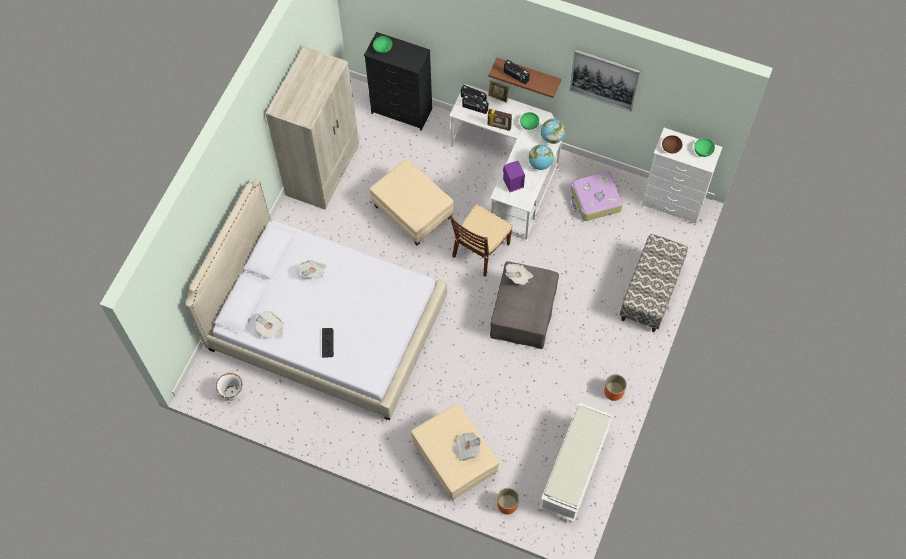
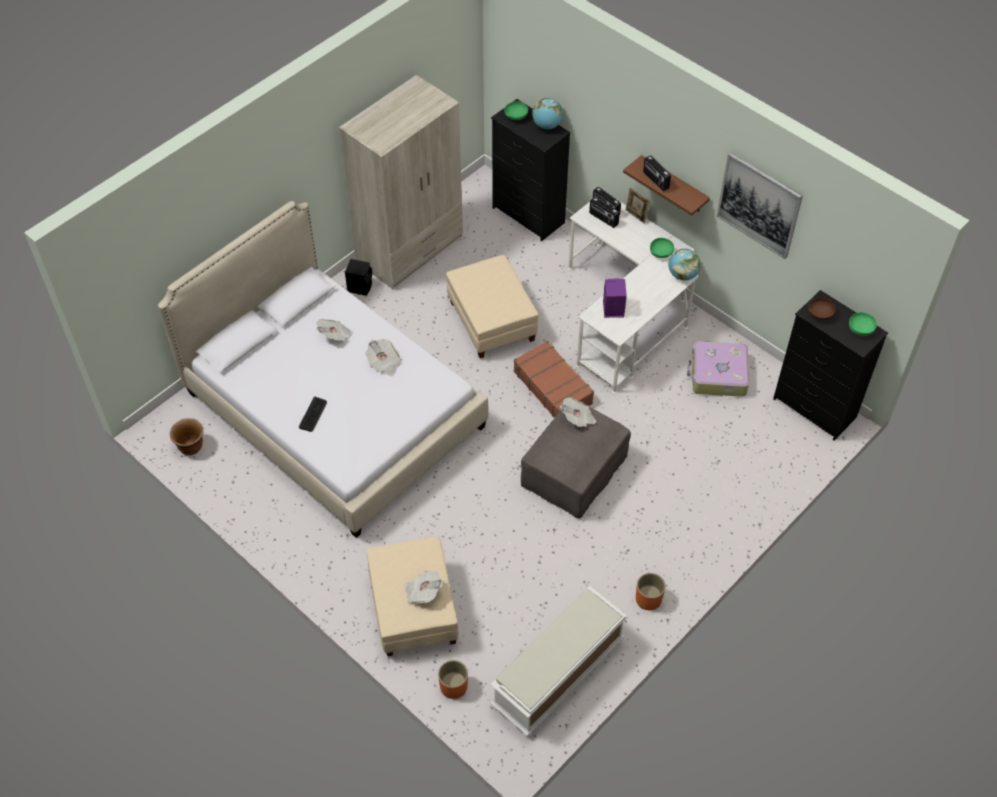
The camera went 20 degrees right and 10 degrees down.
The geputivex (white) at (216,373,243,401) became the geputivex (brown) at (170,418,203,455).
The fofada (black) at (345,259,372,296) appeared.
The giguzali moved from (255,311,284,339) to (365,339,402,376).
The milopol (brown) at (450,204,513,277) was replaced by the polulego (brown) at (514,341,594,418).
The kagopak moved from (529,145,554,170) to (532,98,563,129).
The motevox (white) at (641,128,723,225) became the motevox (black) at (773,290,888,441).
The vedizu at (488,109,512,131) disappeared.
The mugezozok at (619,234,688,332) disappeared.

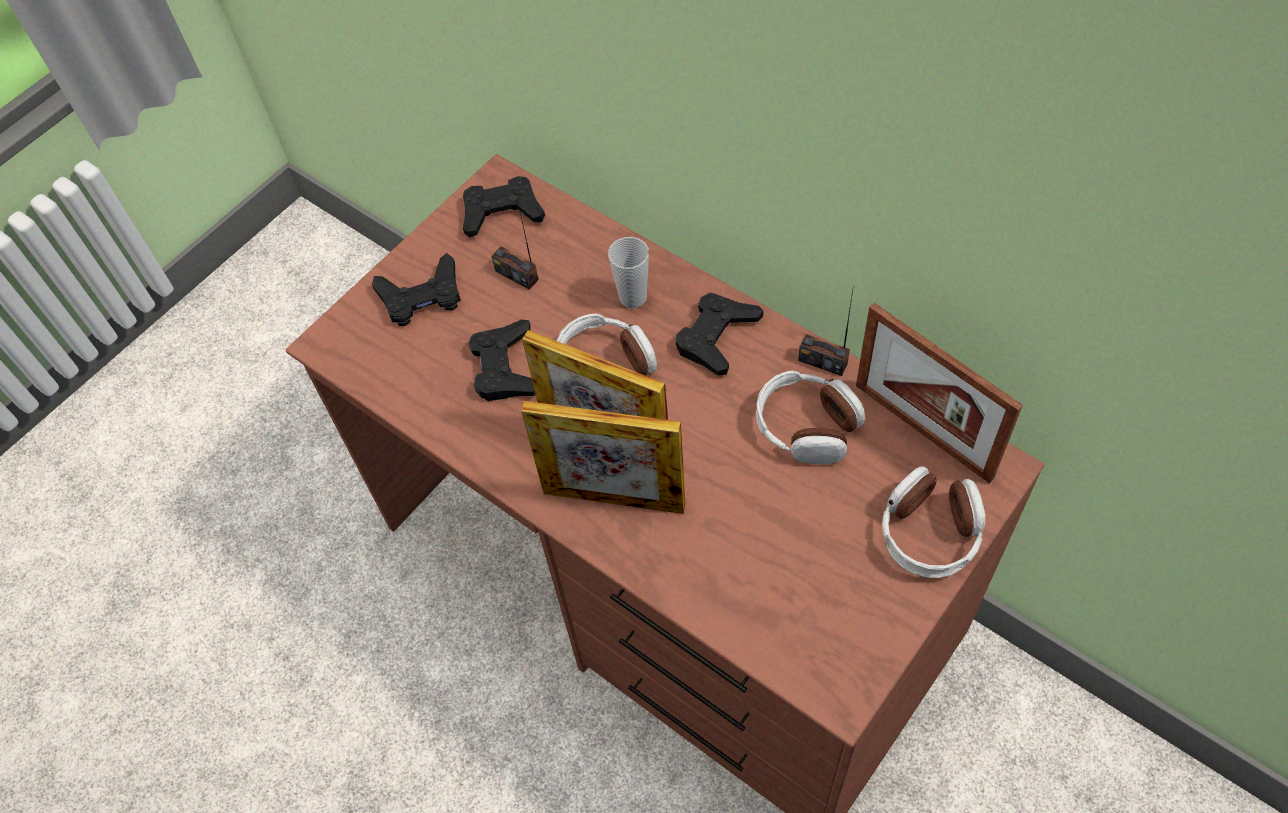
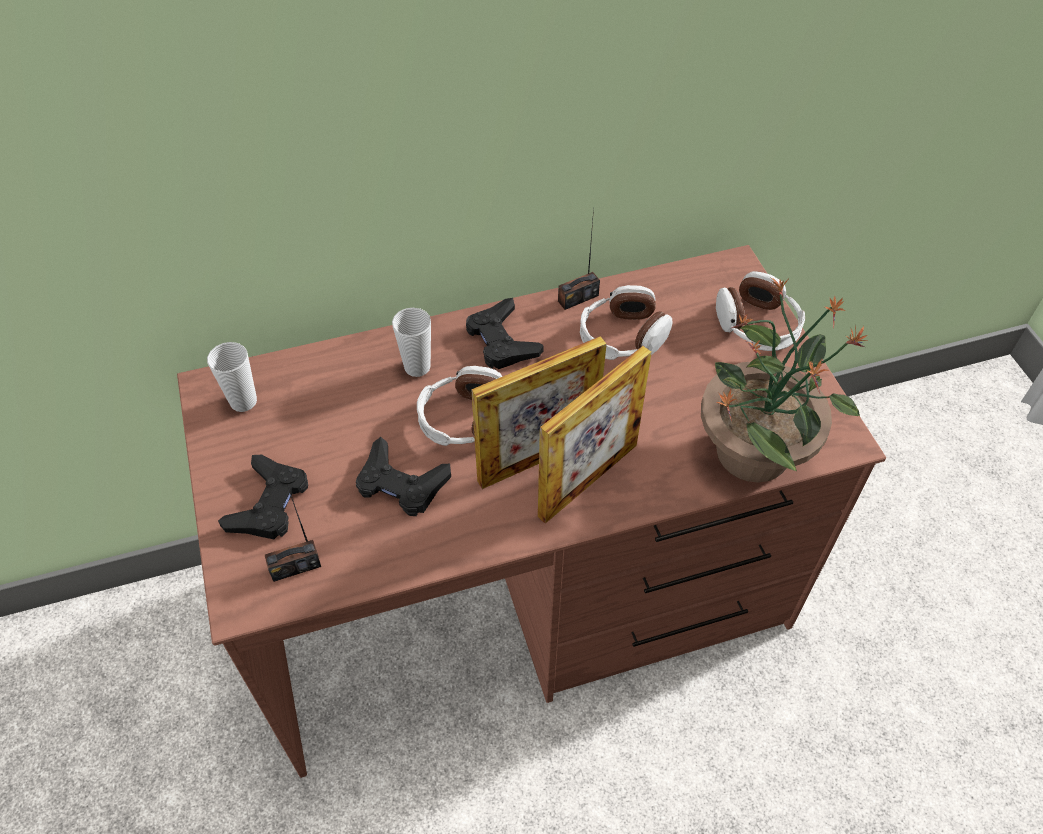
The camera went 60 degrees left and 5 degrees down.
The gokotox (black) at (463,176,545,238) was replaced by the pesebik at (207,342,257,412).
The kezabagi moved from (492,199,539,290) to (265,485,321,582).
The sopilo at (701,278,868,482) appeared.
The vedizu at (856,303,1023,484) disappeared.

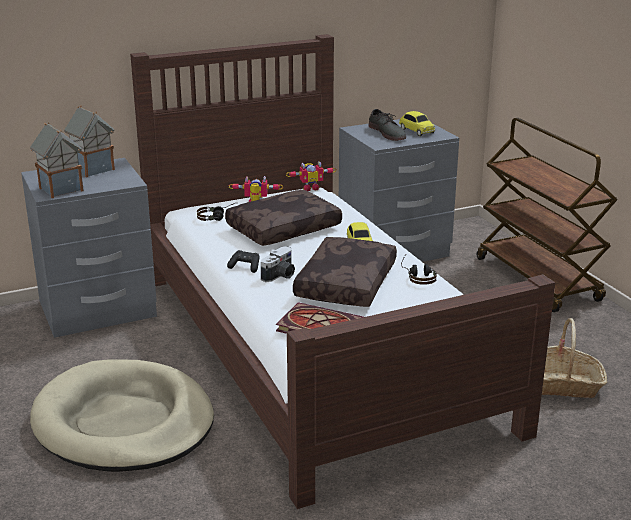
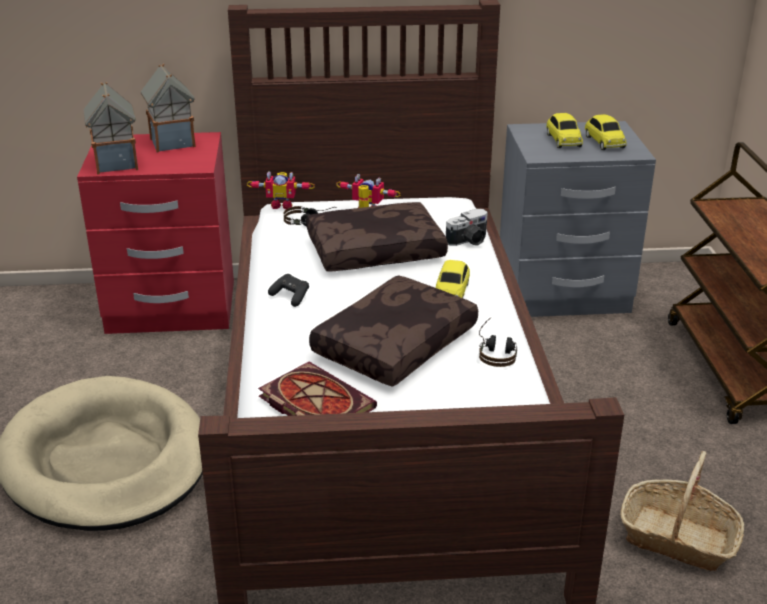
The camera went 20 degrees right and 5 degrees up.
The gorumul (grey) at (21,158,157,338) became the gorumul (red) at (77,132,234,334).
The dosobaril moved from (286,161,336,191) to (246,171,315,209).
The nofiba moved from (261,246,295,282) to (446,209,488,246).
The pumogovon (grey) at (369,109,406,141) was replaced by the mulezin at (546,113,583,148).

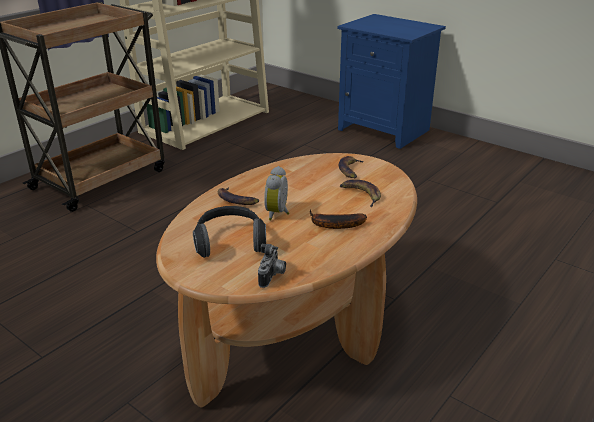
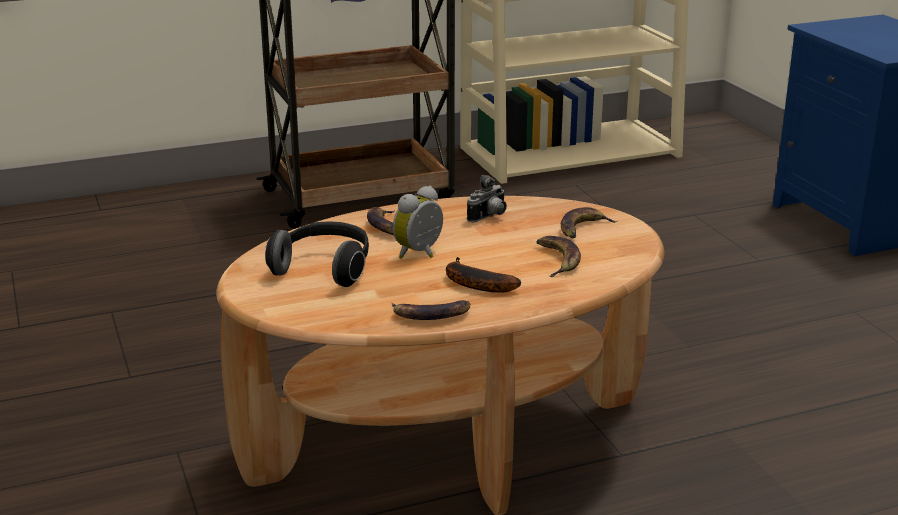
The camera went 30 degrees right and 5 degrees down.
The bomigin at (392,300,470,320) appeared.
The nofiba moved from (258,244,286,288) to (467,175,507,222).

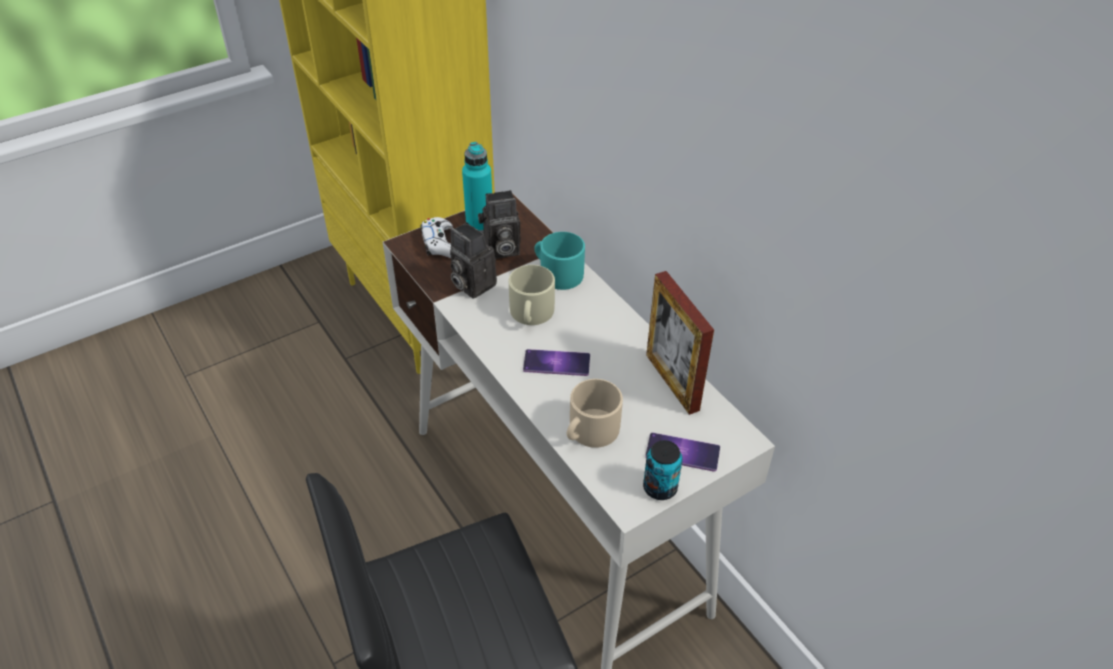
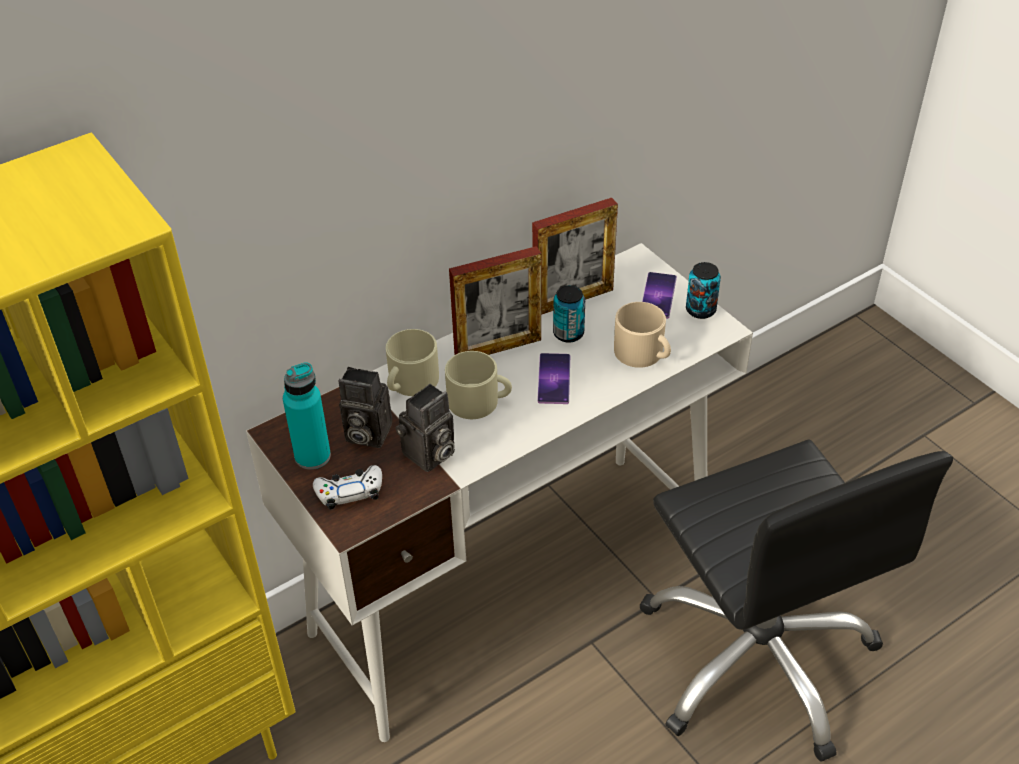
The camera went 90 degrees left and 0 degrees up.
The nofiba at (478,190,521,259) turned 120 degrees clockwise.
The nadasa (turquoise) at (534,232,585,290) became the nadasa (beige) at (386,329,439,396).
The vedizu at (449,246,541,355) appeared.
The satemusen at (553,285,585,343) appeared.

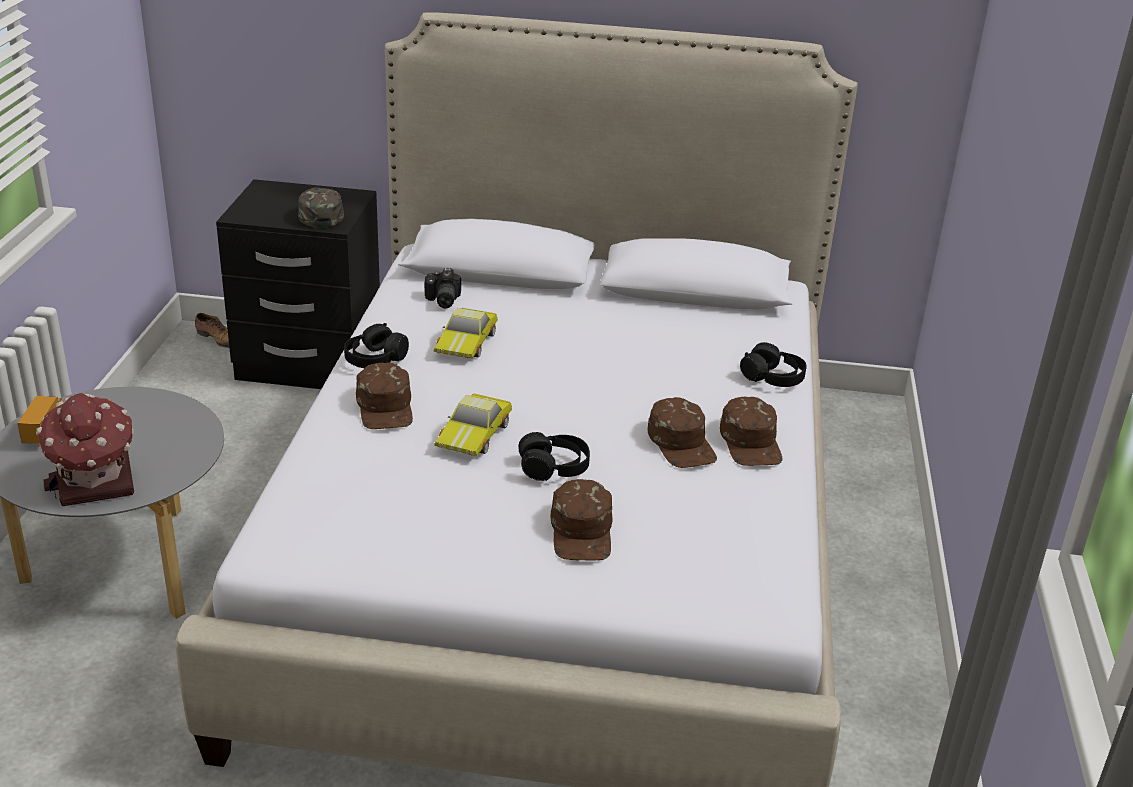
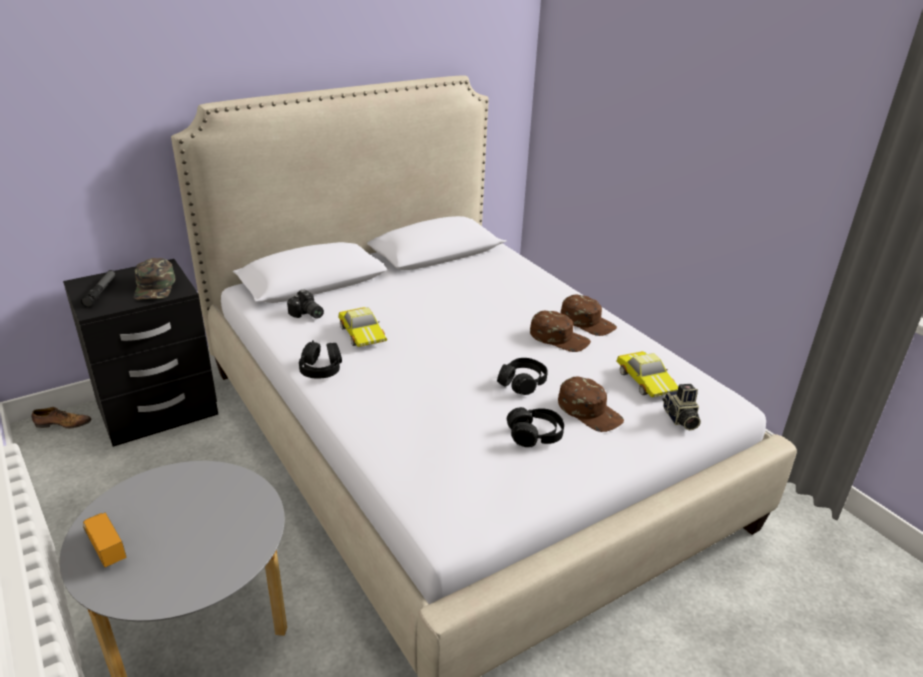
The camera went 40 degrees left and 0 degrees up.
The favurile at (81,270,116,307) appeared.
The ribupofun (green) at (298,187,344,227) turned 135 degrees counterclockwise.
The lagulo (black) moved from (740,342,807,387) to (507,407,564,447).
The mulezin moved from (434,394,512,456) to (617,351,678,397).
The nofiba at (662,384,701,431) appeared.
The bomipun at (36,393,134,506) disappeared.
The ribupofun (brown) at (356,362,413,429) disappeared.

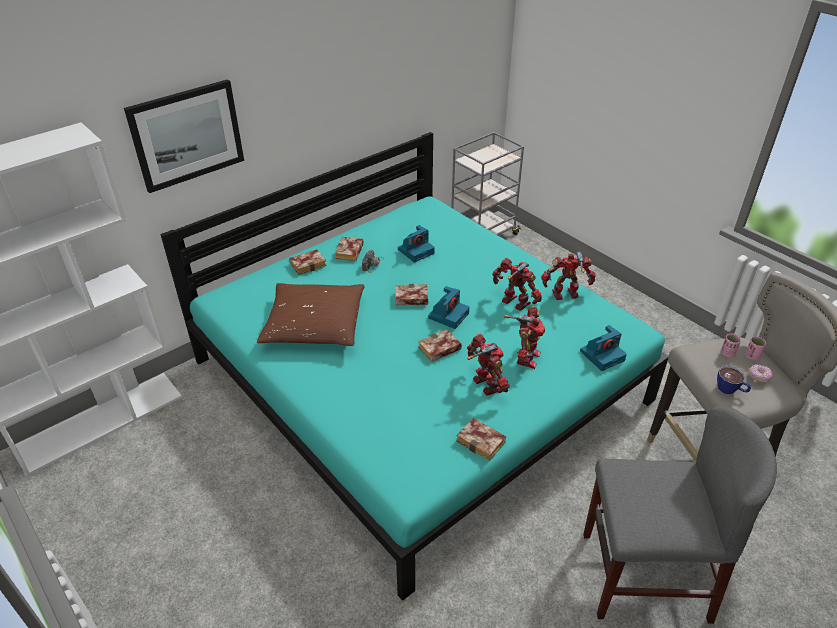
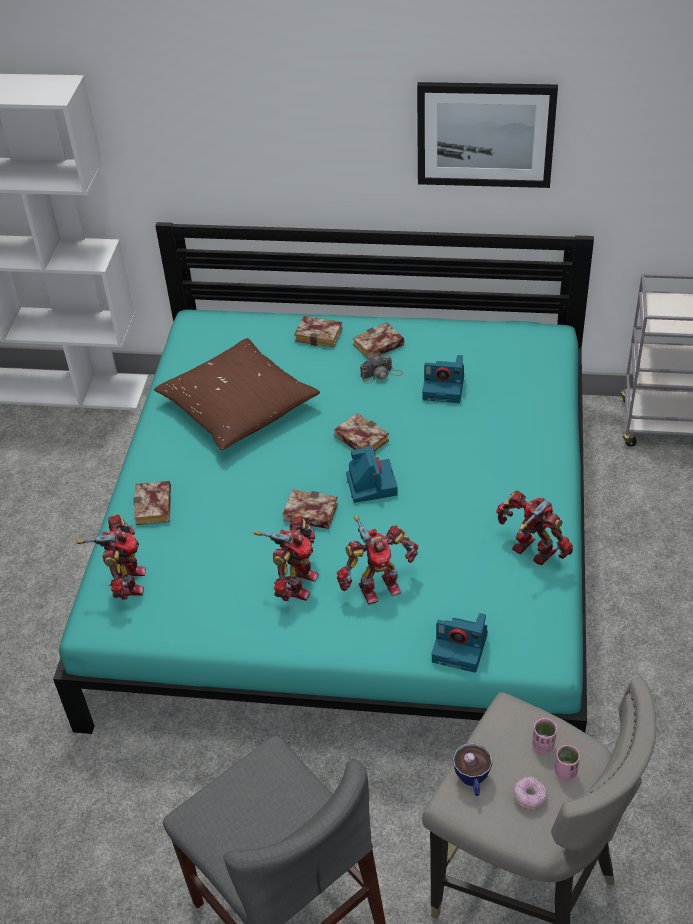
The camera went 50 degrees right and 5 degrees up.
The dosobaril moved from (492,258,542,311) to (76,514,146,600).
The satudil moved from (456,418,506,461) to (133,481,171,525).
The nofiba at (428,286,470,329) turned 90 degrees counterclockwise.
The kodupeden moved from (124,79,244,193) to (417,82,558,188).

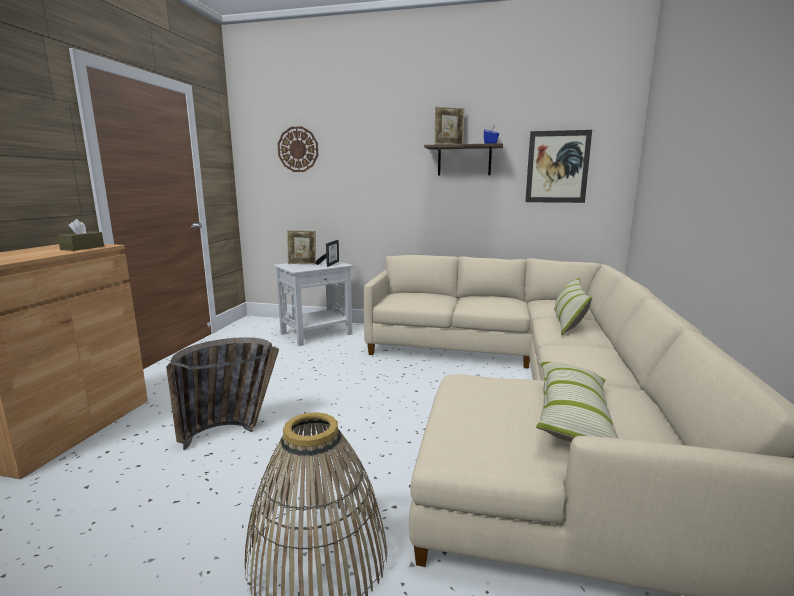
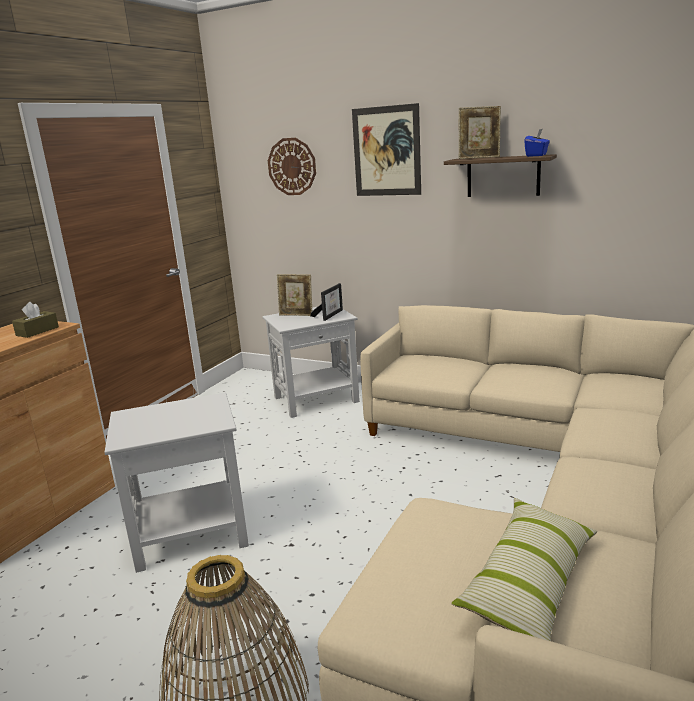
The camera went 15 degrees right and 5 degrees up.
The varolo at (166,337,279,450) was replaced by the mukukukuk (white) at (104,392,249,573).
The kodupeden moved from (525,130,592,203) to (352,103,421,196).
The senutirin at (554,277,592,335) disappeared.

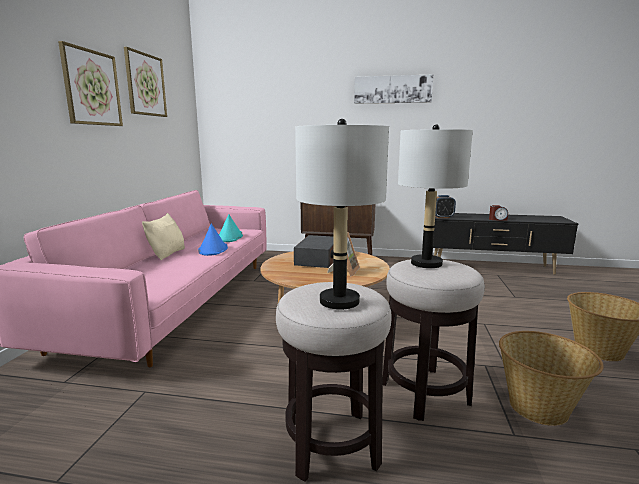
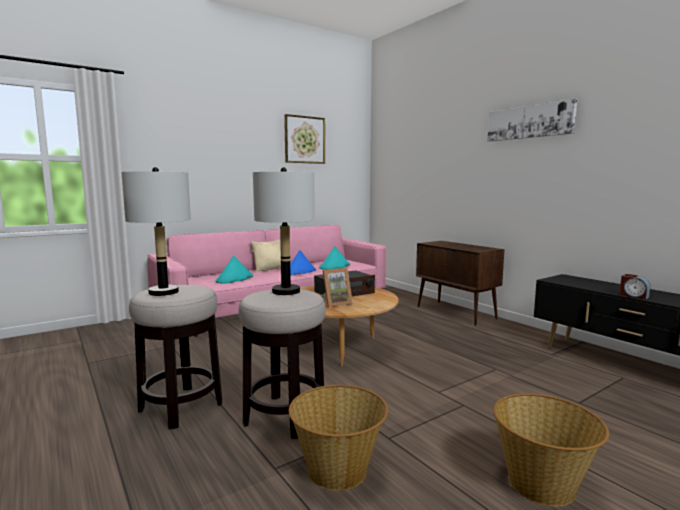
The camera went 45 degrees right and 5 degrees down.
The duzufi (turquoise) at (216,256,253,283) appeared.
The kodupeden at (58,41,123,126) disappeared.
The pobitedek at (435,195,456,218) disappeared.

